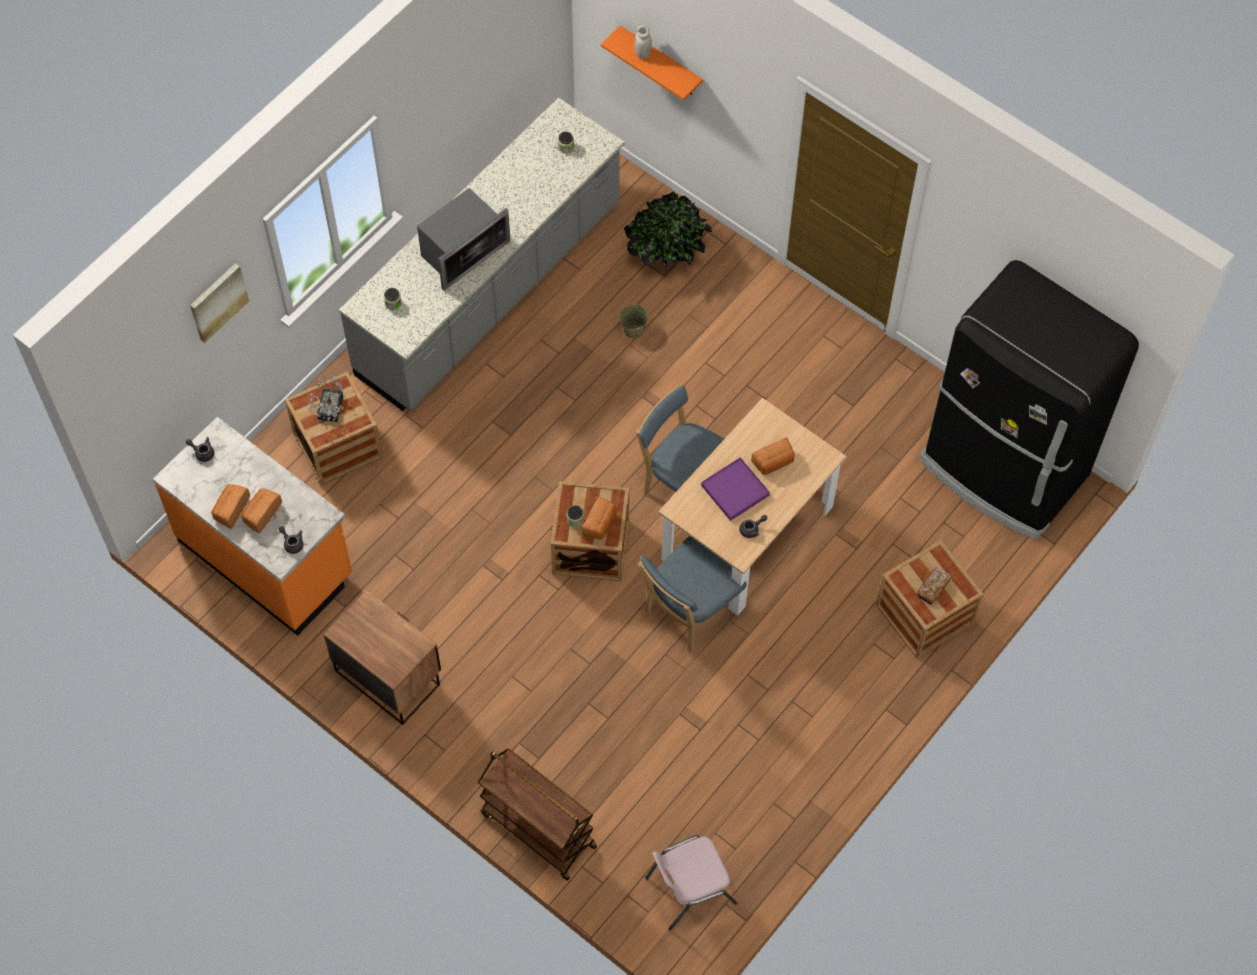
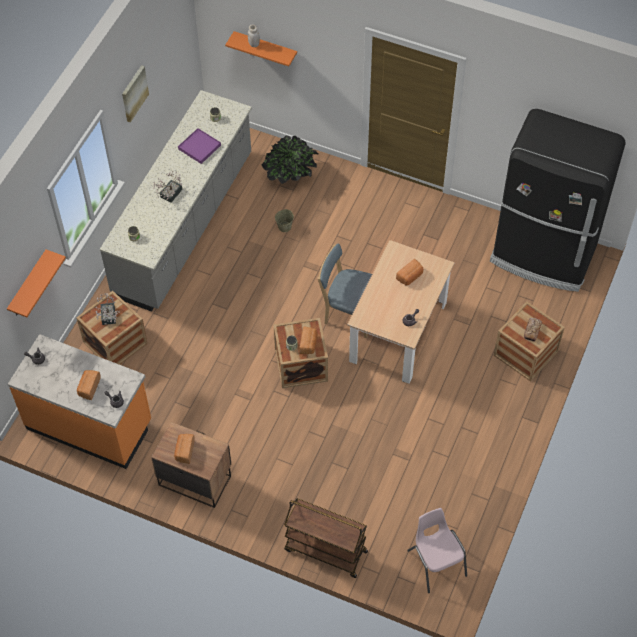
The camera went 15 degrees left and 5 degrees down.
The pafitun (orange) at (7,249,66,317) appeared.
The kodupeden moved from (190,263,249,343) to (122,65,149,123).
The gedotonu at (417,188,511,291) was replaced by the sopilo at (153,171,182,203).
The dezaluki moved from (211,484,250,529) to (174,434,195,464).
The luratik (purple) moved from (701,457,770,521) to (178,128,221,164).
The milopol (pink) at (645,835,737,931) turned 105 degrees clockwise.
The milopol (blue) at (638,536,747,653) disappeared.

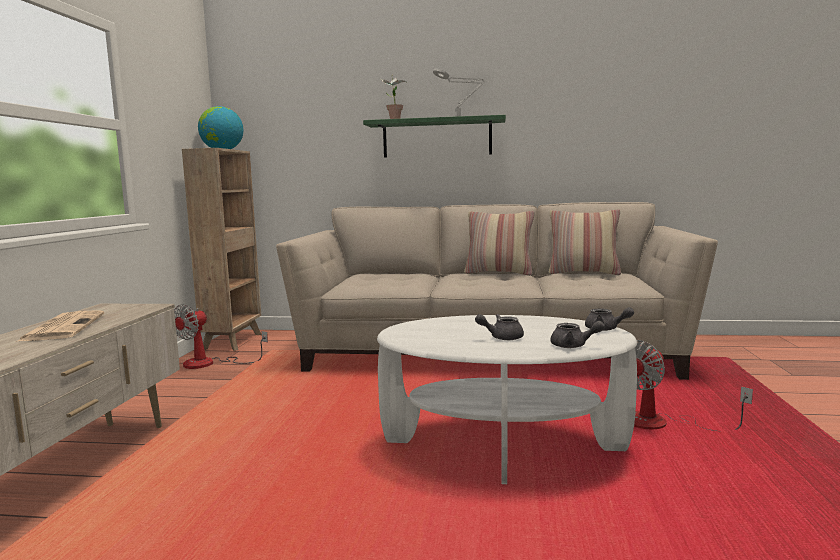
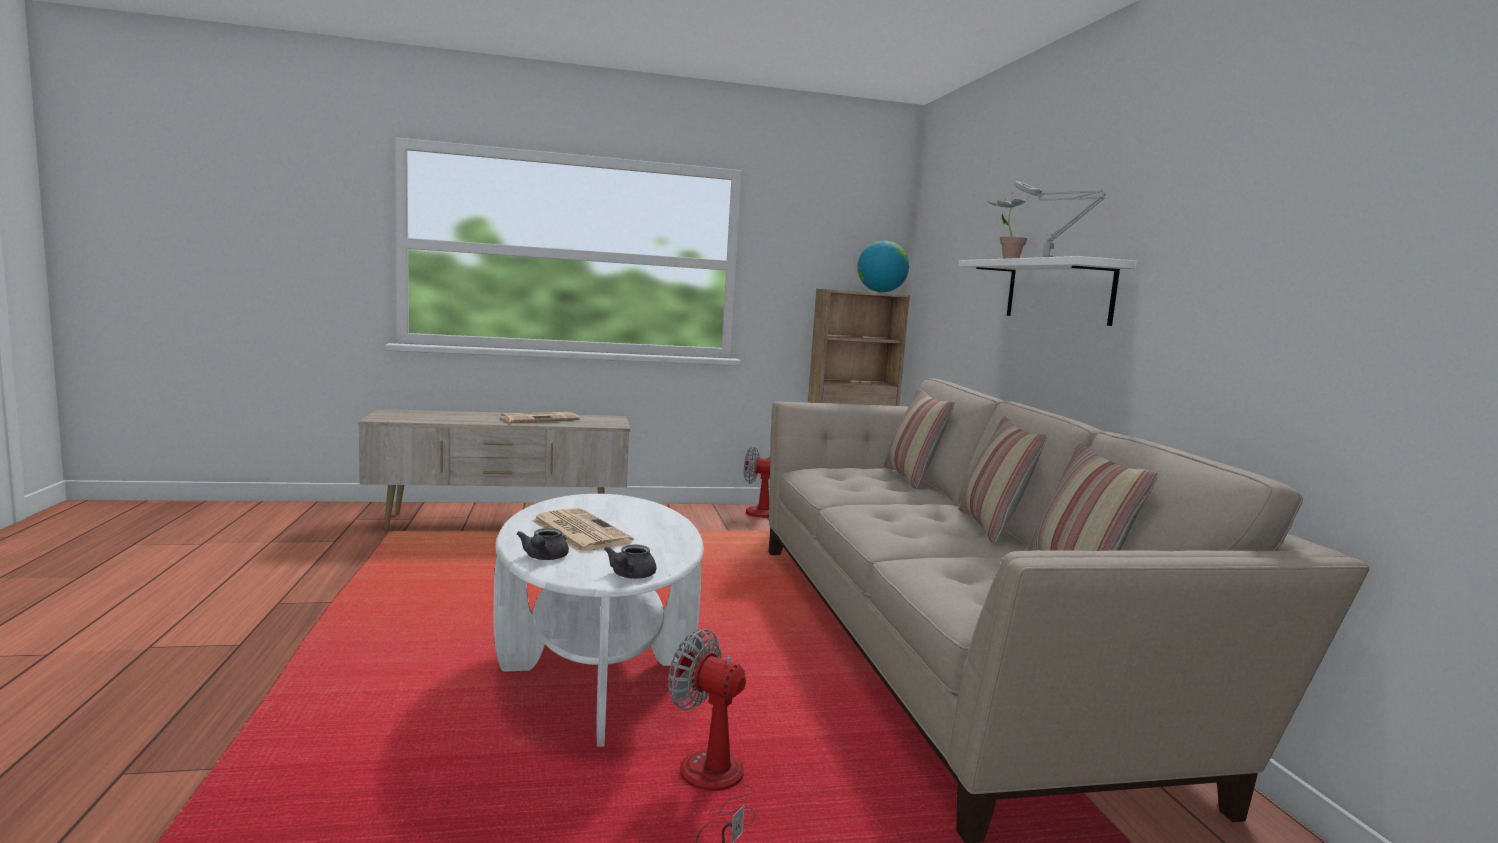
The camera went 70 degrees right and 0 degrees up.
The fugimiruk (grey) at (475,314,524,340) was replaced by the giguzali at (532,508,634,552).
The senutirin at (883,389,955,489) appeared.
The pafitun (green) at (363,115,506,158) became the pafitun (white) at (958,256,1137,326).

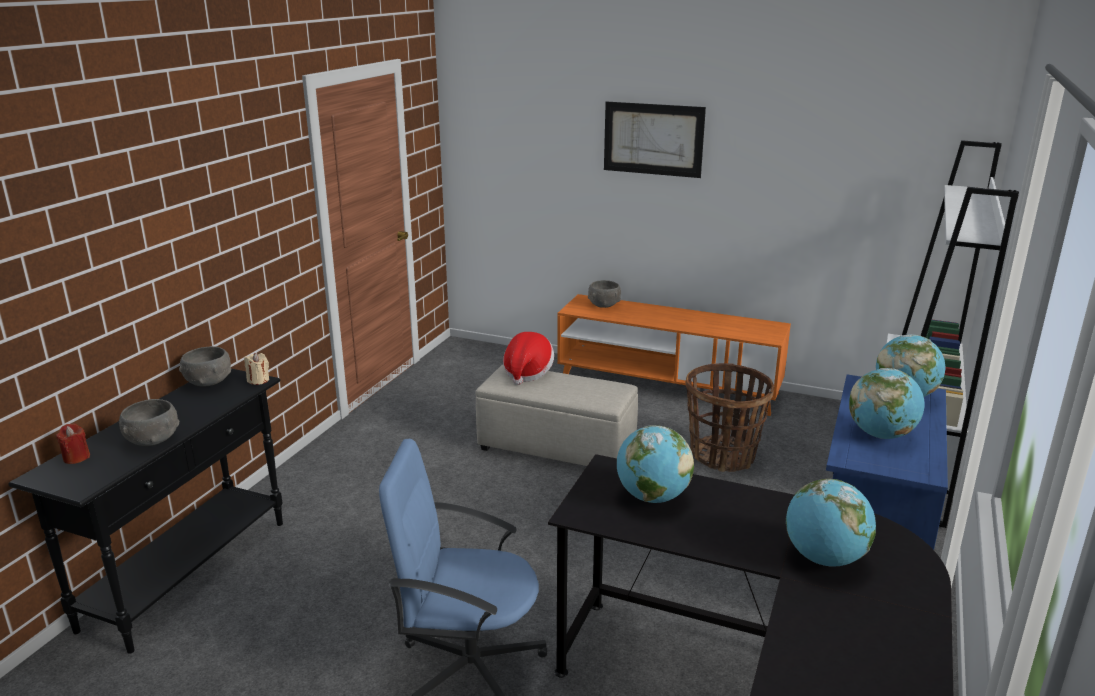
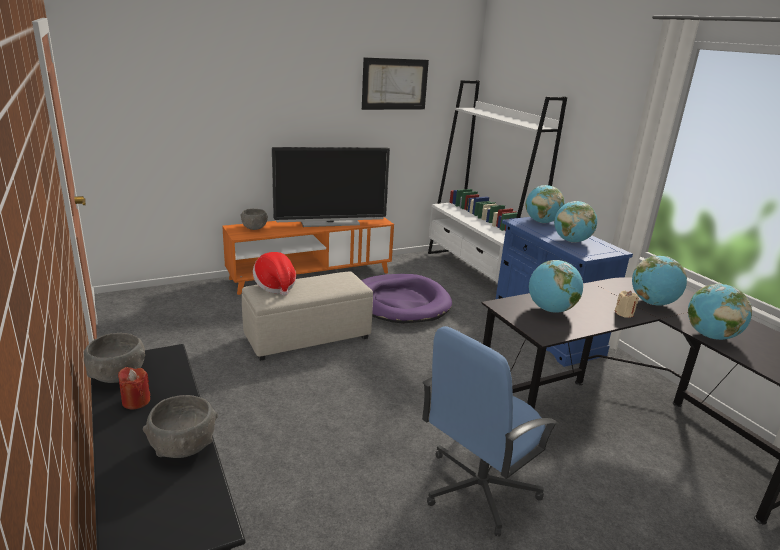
The camera went 50 degrees left and 0 degrees up.
The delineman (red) moved from (56,423,90,464) to (118,367,150,409).
The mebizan at (272,147,390,227) appeared.
The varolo at (686,363,774,472) was replaced by the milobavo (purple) at (361,274,452,324).
The kodupeden moved from (604,102,706,178) to (362,58,429,110).
The delineman (beige) moved from (244,353,269,385) to (615,291,639,318).
The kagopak at (688,284,752,340) appeared.

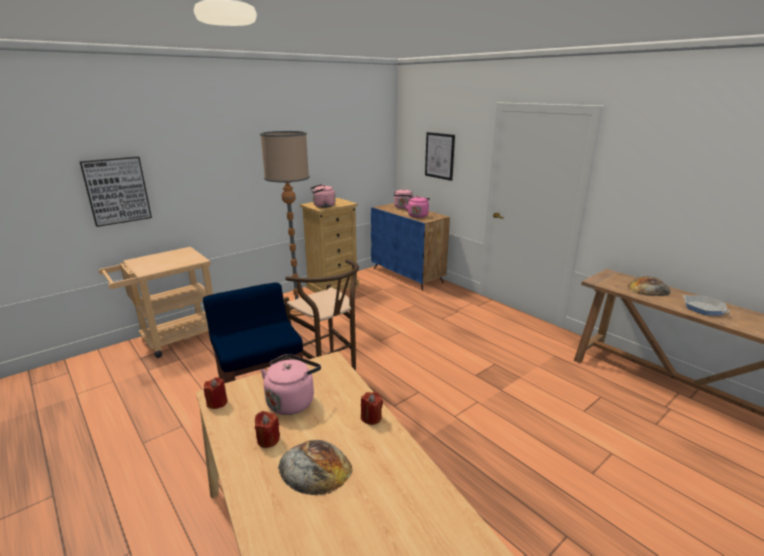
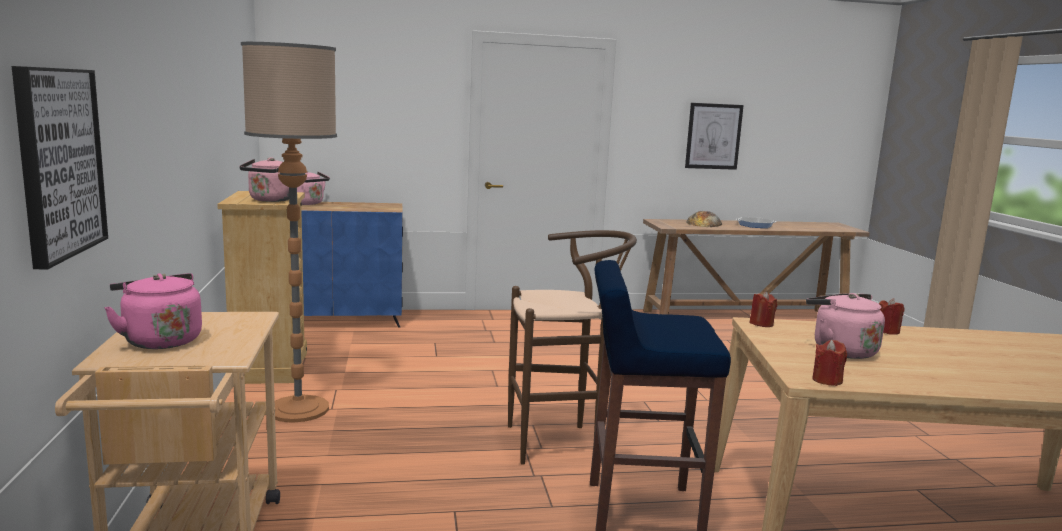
The camera went 60 degrees left and 10 degrees down.
The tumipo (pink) moved from (404,196,430,218) to (104,273,202,349).
The kodupeden moved from (425,132,455,181) to (685,103,744,170).
The delineman (red) moved from (255,411,280,448) to (750,291,777,327).
The dezaluki at (278,440,353,495) disappeared.

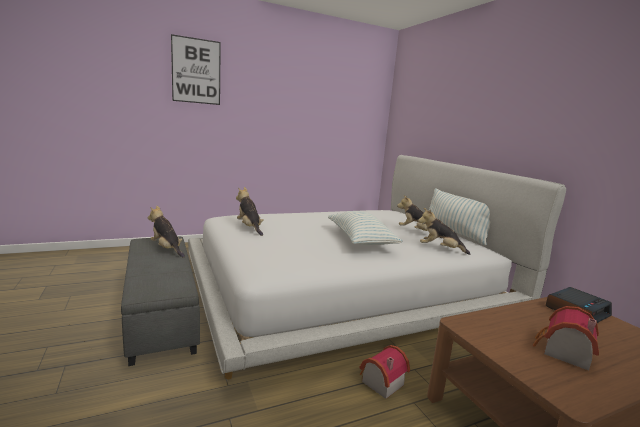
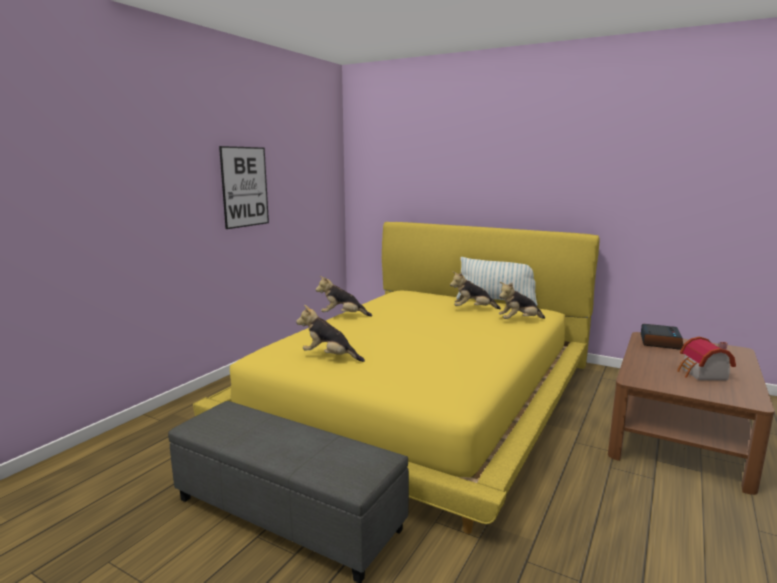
The camera went 35 degrees left and 0 degrees up.
The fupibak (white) at (188,155,566,380) became the fupibak (yellow) at (193,222,600,534).
The kodupeden moved from (171,34,221,105) to (219,146,269,229).
The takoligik moved from (148,205,185,257) to (316,276,372,317).
The senutirin at (328,211,403,245) disappeared.
The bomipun at (360,345,410,399) disappeared.

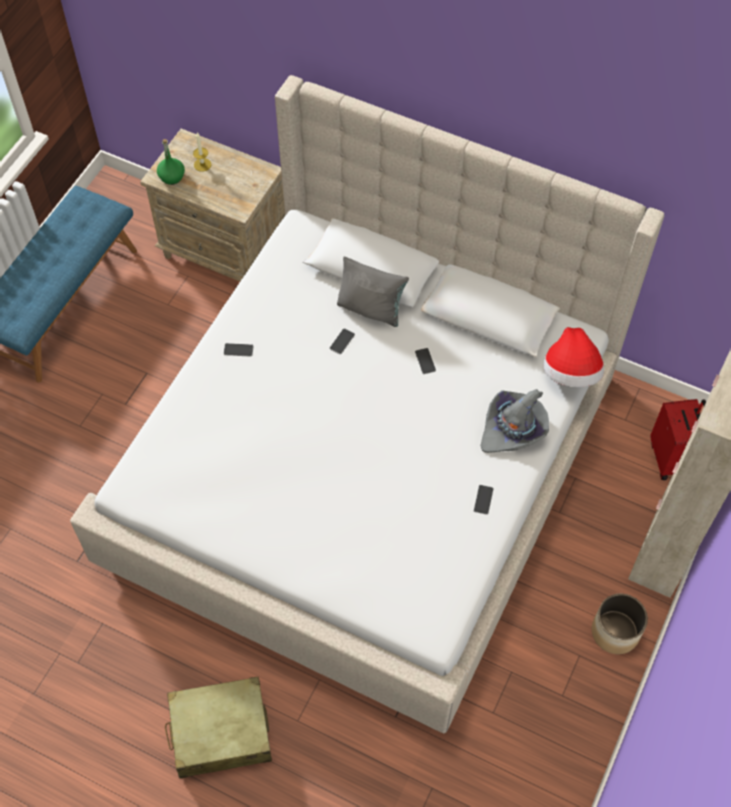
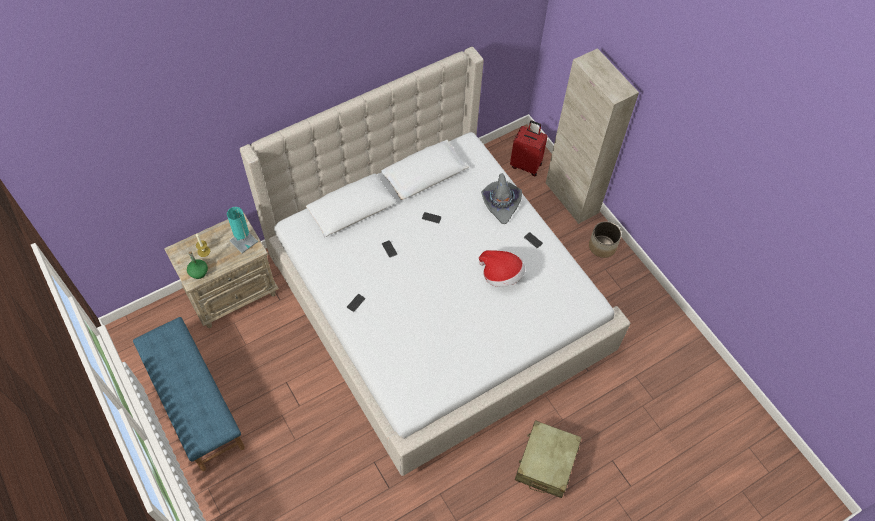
The camera went 60 degrees left and 0 degrees up.
The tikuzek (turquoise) at (227,207,258,254) appeared.
The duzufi moved from (543,327,604,387) to (479,250,525,287).
The senutirin (grey) at (337,256,409,327) disappeared.

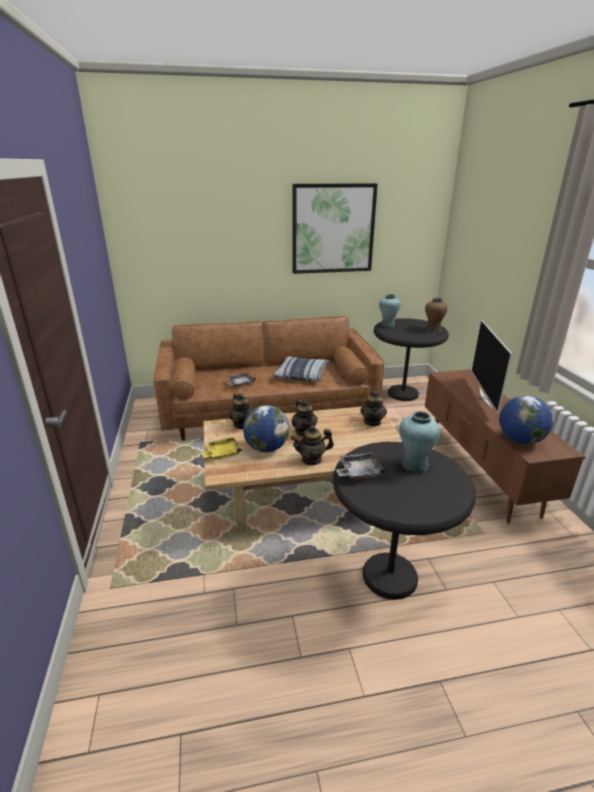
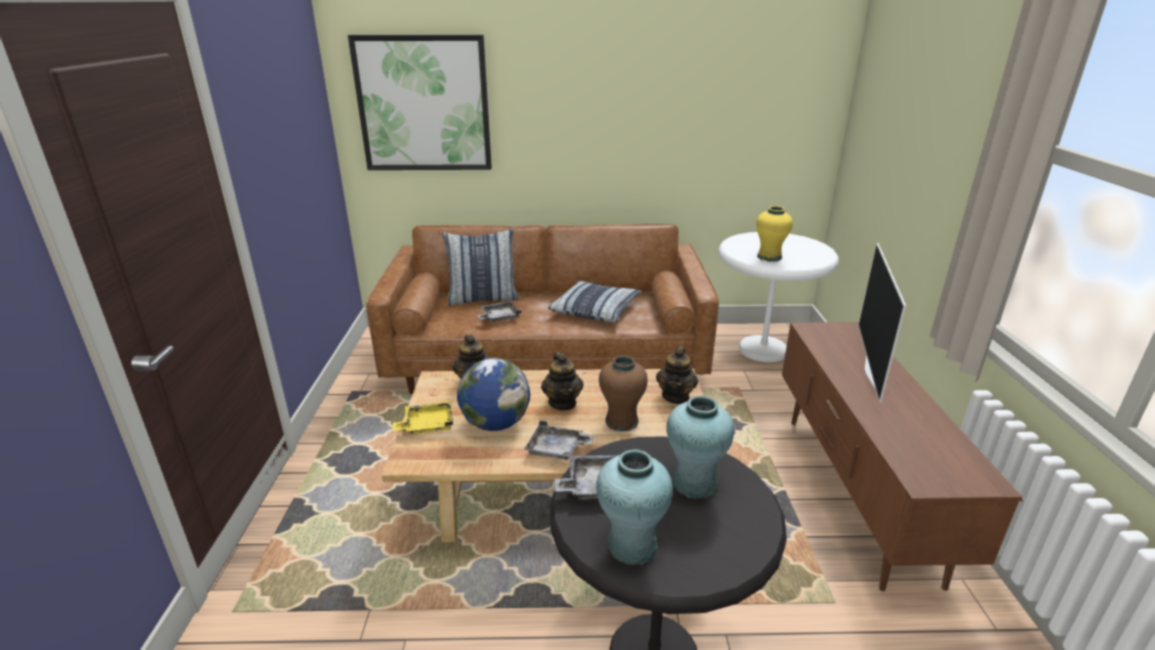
The camera went 10 degrees right and 0 degrees up.
The kodupeden moved from (292,183,378,274) to (348,35,492,170).
The senutirin at (442,229,519,305) appeared.
The fugimiruk at (291,425,334,465) was replaced by the luratik (grey) at (524,421,594,460).
The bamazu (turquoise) moved from (379,294,401,328) to (596,449,673,566).
The bamazu (brown) moved from (425,298,447,332) to (599,355,648,431).
The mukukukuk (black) at (374,318,449,401) became the mukukukuk (white) at (718,232,839,362).
The bamazu (yellow) at (756,206,793,262) appeared.
The kagopak at (499,395,554,444) disappeared.

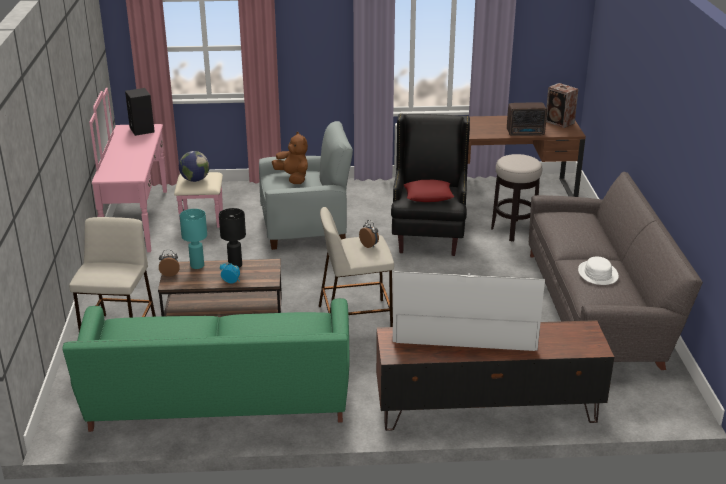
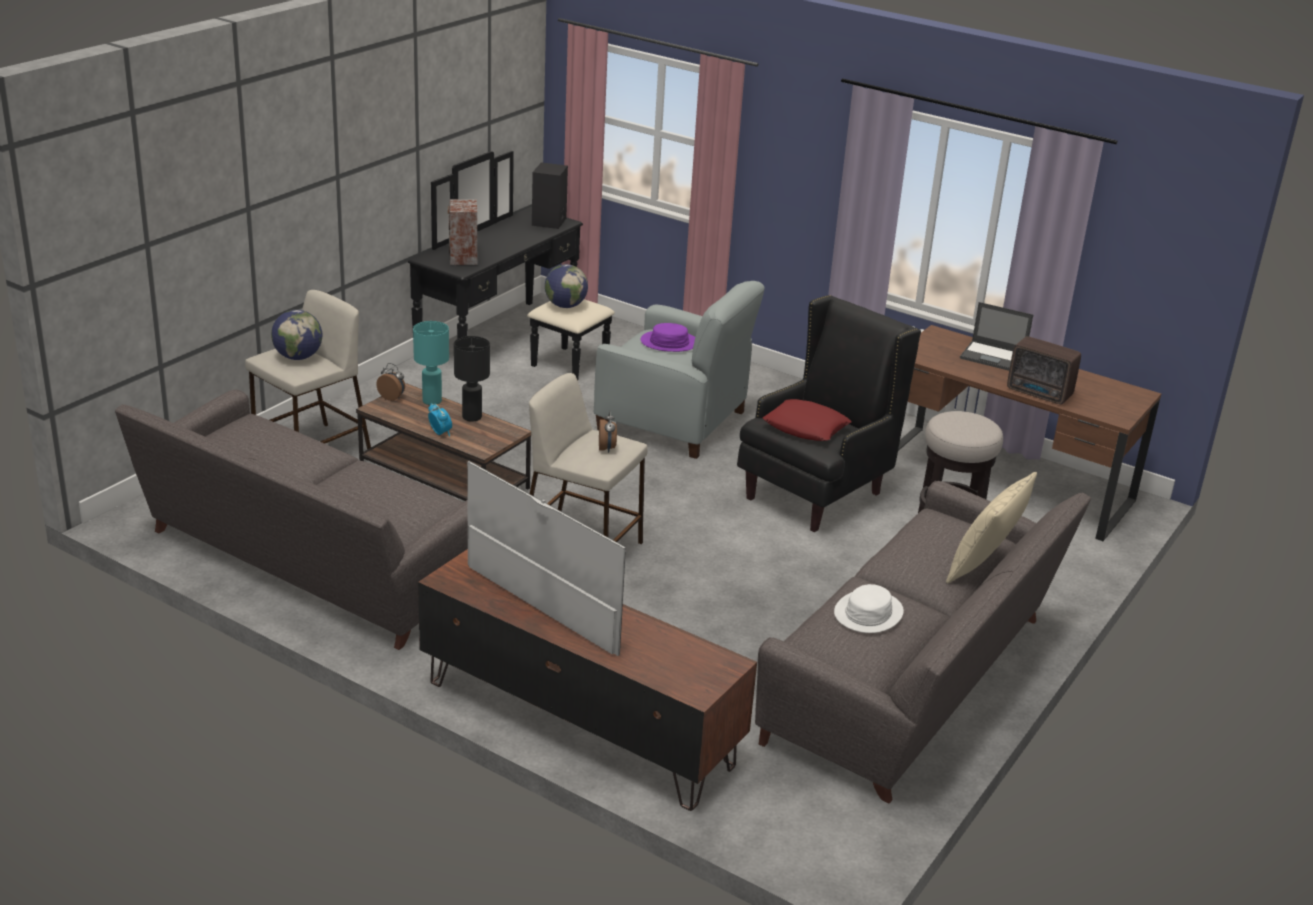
The camera went 35 degrees right and 0 degrees up.
The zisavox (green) at (62,298,350,432) became the zisavox (grey) at (115,389,468,650).
The kagopak at (271,310,322,360) appeared.
The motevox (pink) at (89,88,223,252) became the motevox (black) at (408,151,615,380).
The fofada moved from (546,83,578,128) to (448,199,477,265).
The takoligik (brown) at (272,132,308,184) was replaced by the duzufi (purple) at (641,323,695,352).
The senutirin (beige) at (946,472,1037,584) appeared.
The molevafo at (960,302,1033,371) appeared.

